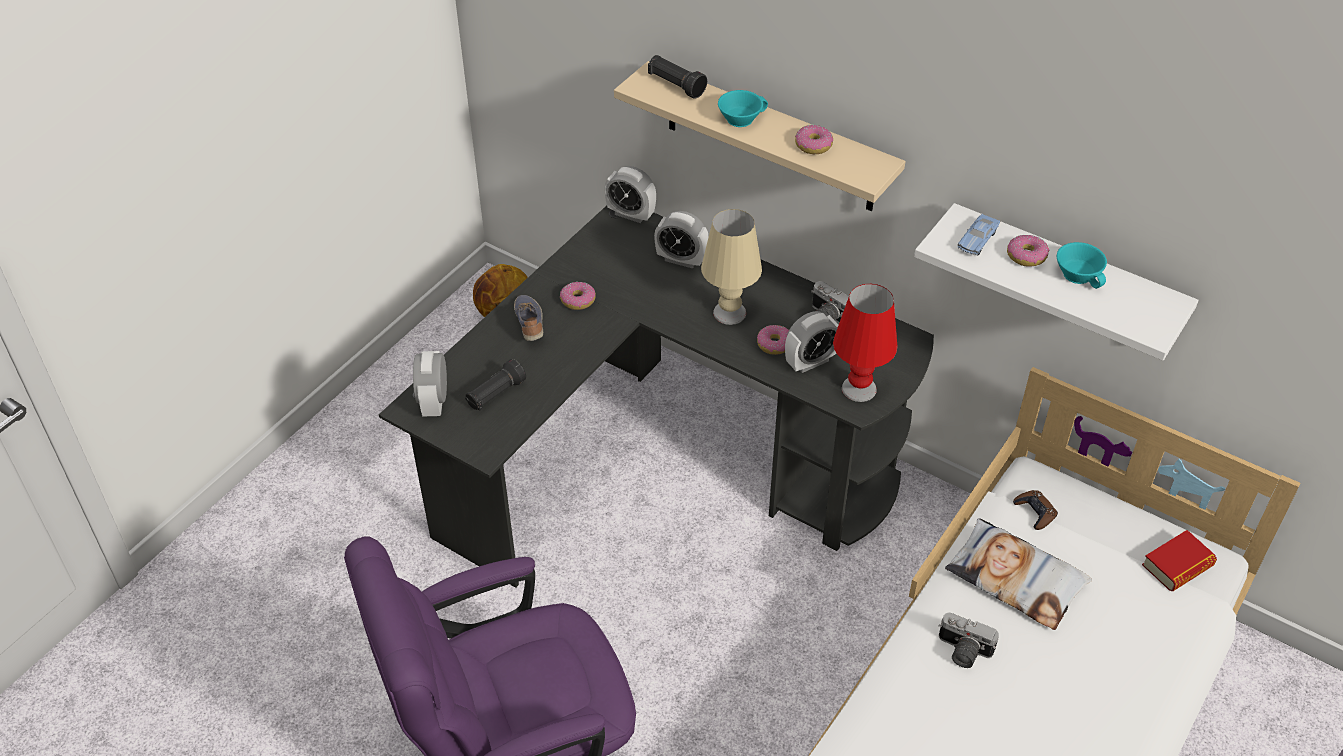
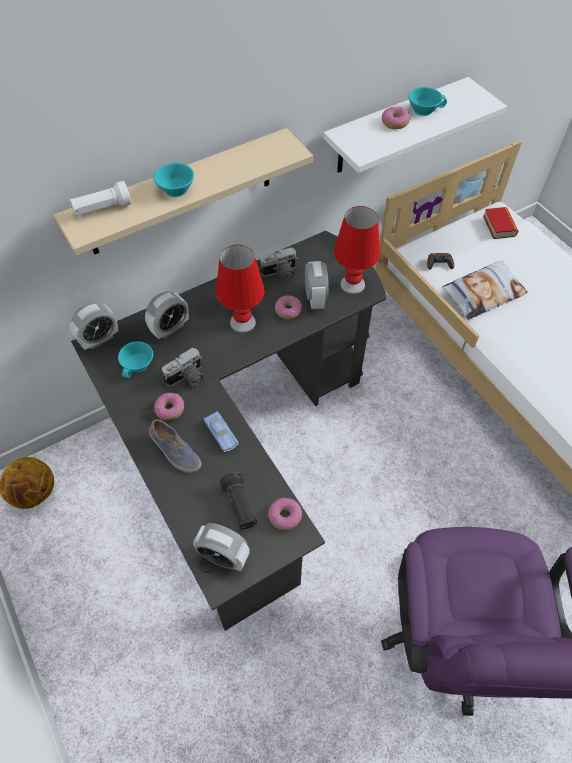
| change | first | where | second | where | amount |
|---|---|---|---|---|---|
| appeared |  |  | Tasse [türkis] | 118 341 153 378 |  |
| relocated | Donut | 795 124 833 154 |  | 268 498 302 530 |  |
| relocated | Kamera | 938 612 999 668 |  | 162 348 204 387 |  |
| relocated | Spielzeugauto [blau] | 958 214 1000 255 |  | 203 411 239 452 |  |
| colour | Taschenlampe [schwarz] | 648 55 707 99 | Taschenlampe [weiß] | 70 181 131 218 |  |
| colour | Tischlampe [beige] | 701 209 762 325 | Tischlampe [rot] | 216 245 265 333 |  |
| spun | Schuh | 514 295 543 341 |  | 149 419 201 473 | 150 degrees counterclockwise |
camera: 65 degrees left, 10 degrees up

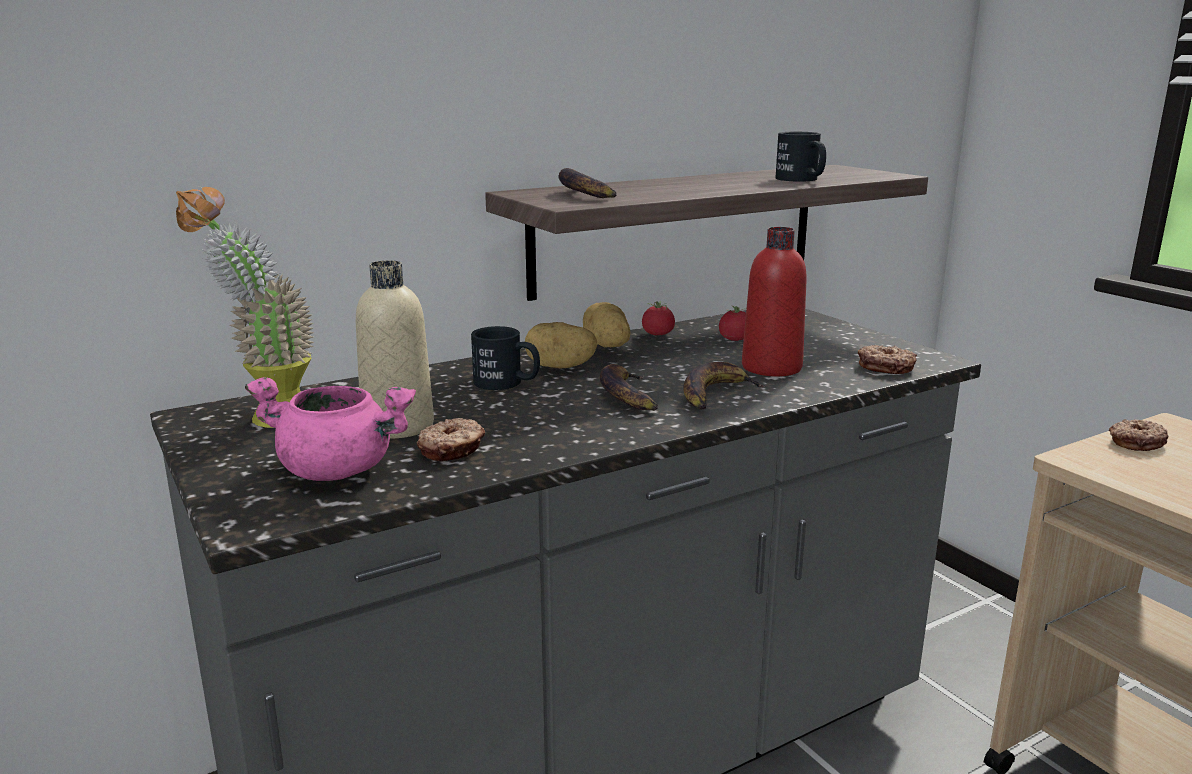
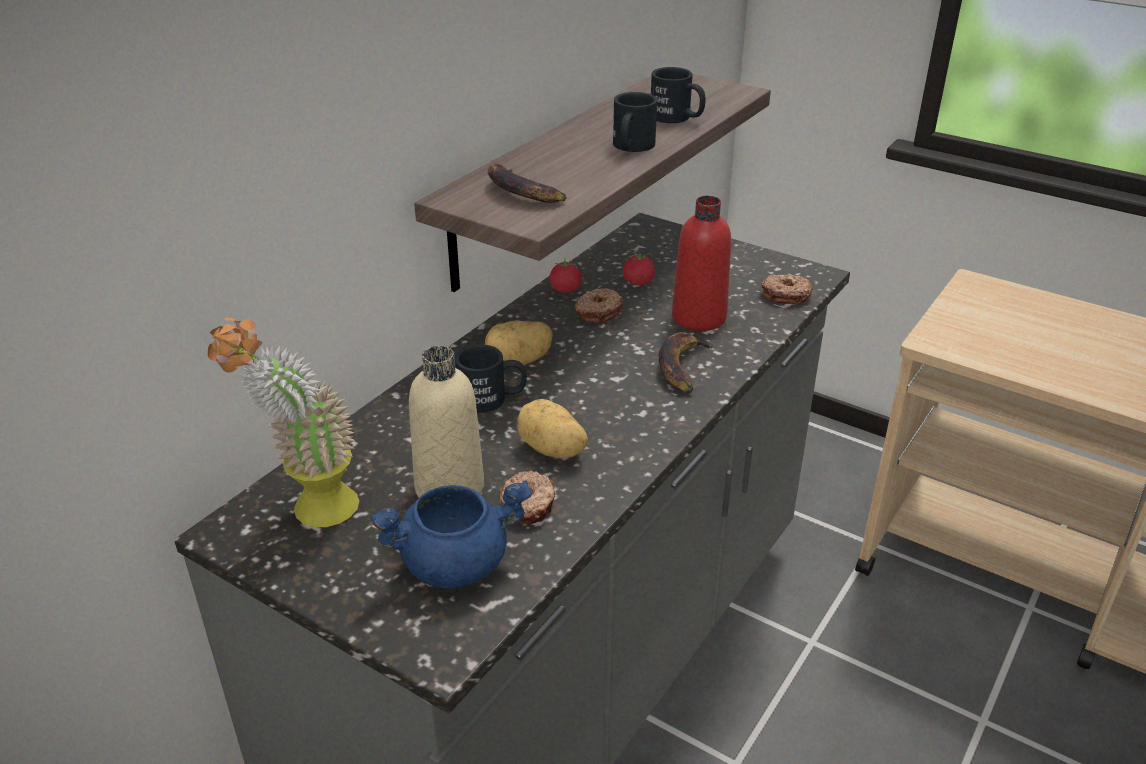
| change | first | where | second | where | amount |
|---|---|---|---|---|---|
| missing | Banane | 600 364 658 411 |  |  |  |
| appeared |  |  | Henkelbecher [schwarz] | 613 92 657 152 |  |
| relocated | Kartoffel | 583 302 631 348 |  | 517 399 588 458 |  |
| relocated | Donut | 1109 419 1168 451 |  | 575 288 623 323 |  |
| colour | Kochtopf [rosa] | 245 377 416 481 | Kochtopf [blau] | 370 480 533 589 |  |
camera: 25 degrees left, 15 degrees up

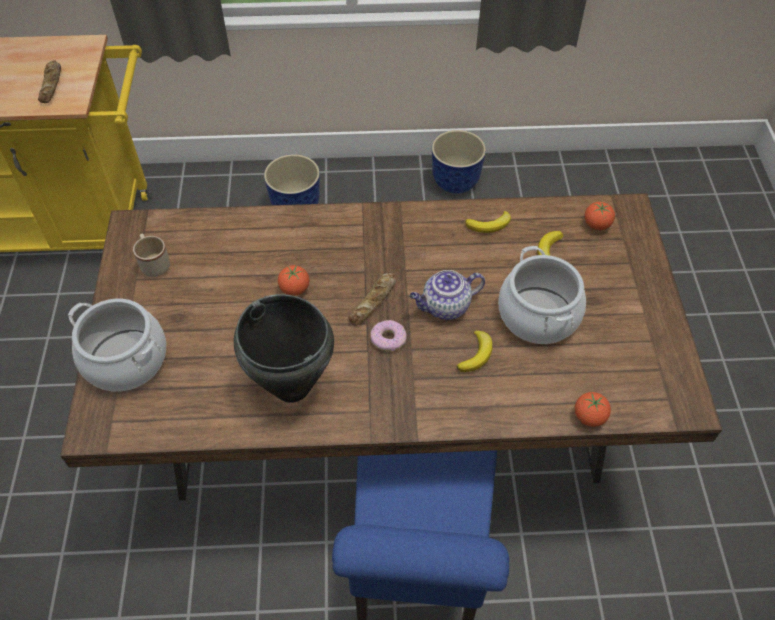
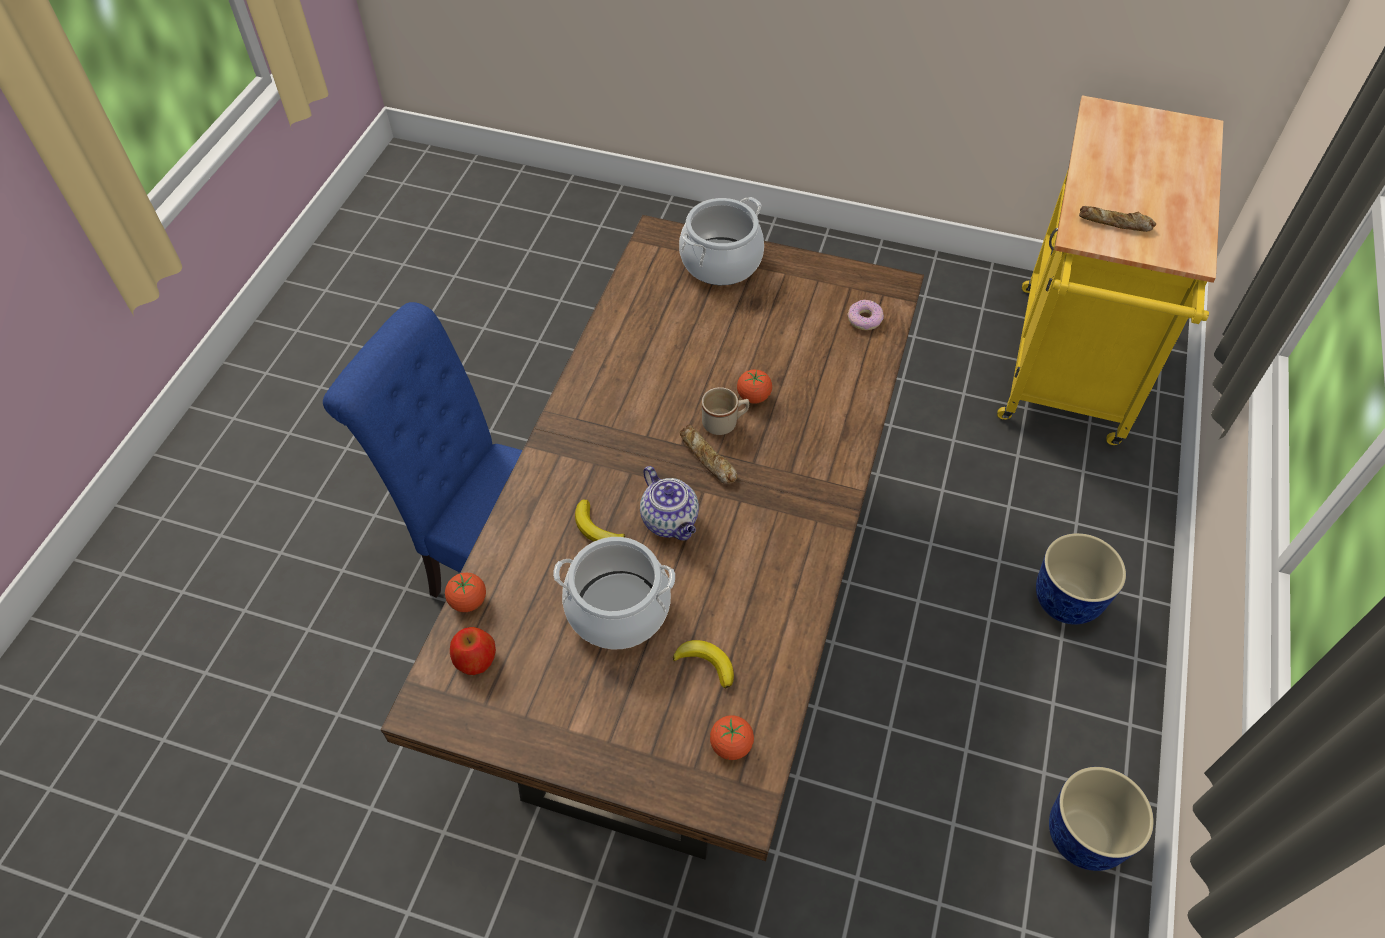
| change | first | where | second | where | amount |
|---|---|---|---|---|---|
| missing | Kochtopf [schwarz] | 234 294 334 403 |  |  |  |
| missing | Banane | 465 211 511 233 |  |  |  |
| appeared |  |  | Apfel | 450 627 496 675 |  |
| relocated | Henkelbecher [beige] | 133 234 170 277 |  | 702 387 749 435 |  |
| relocated | Donut | 370 320 406 352 |  | 847 300 884 330 |  |
| spun | Teekanne | 409 270 485 320 |  | 640 466 699 541 | 150 degrees clockwise |
camera: 110 degrees right, 0 degrees up

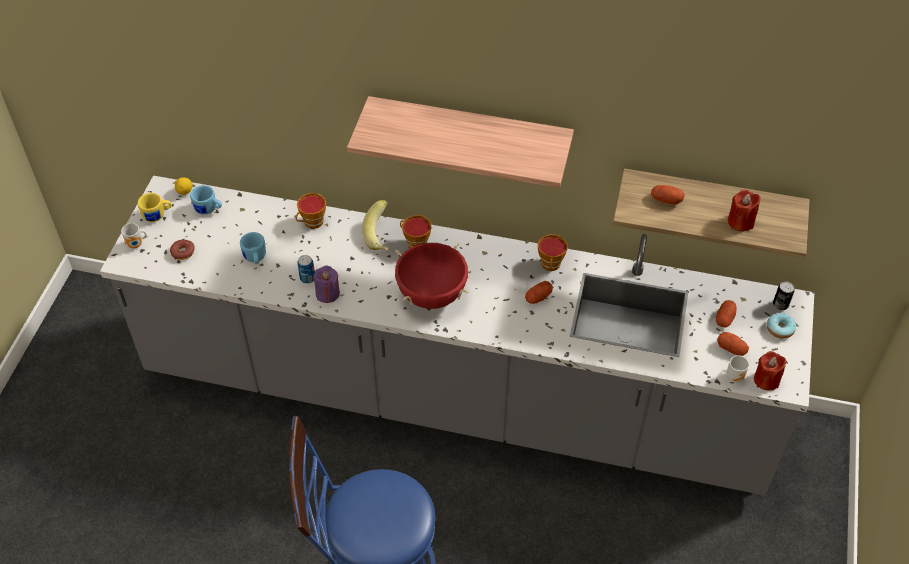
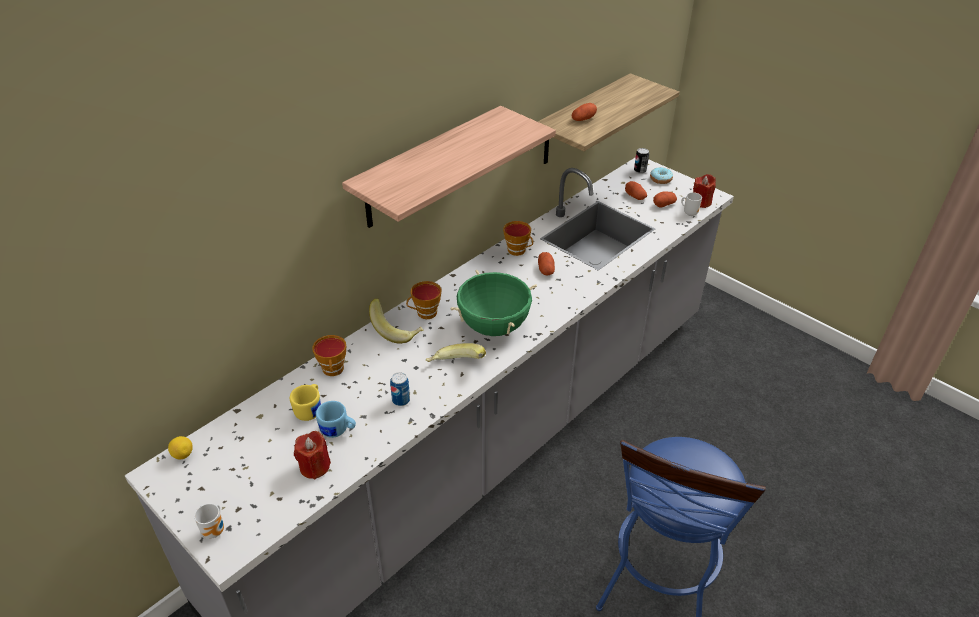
| change | first | where | second | where | amount |
|---|---|---|---|---|---|
| missing | Donut | 170 240 195 260 |  |  |  |
| missing | Henkelbecher [blau] | 190 185 222 215 |  |  |  |
| missing | Kerze [lila] | 313 266 340 303 |  |  |  |
| appeared |  |  | Banane | 426 343 486 362 |  |
| relocated | Henkelbecher [gelb] | 138 193 172 222 |  | 290 384 321 421 |  |
| relocated | Kerze [rot] | 728 190 761 231 |  | 294 431 331 480 |  |
| colour | Kochtopf [rot] | 395 243 469 309 | Kochtopf [grün] | 450 269 537 336 |  |
camera: 60 degrees left, 10 degrees down

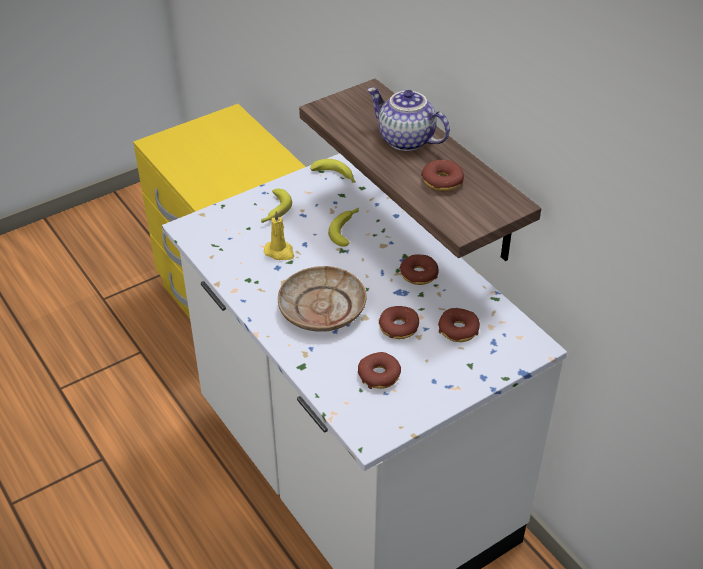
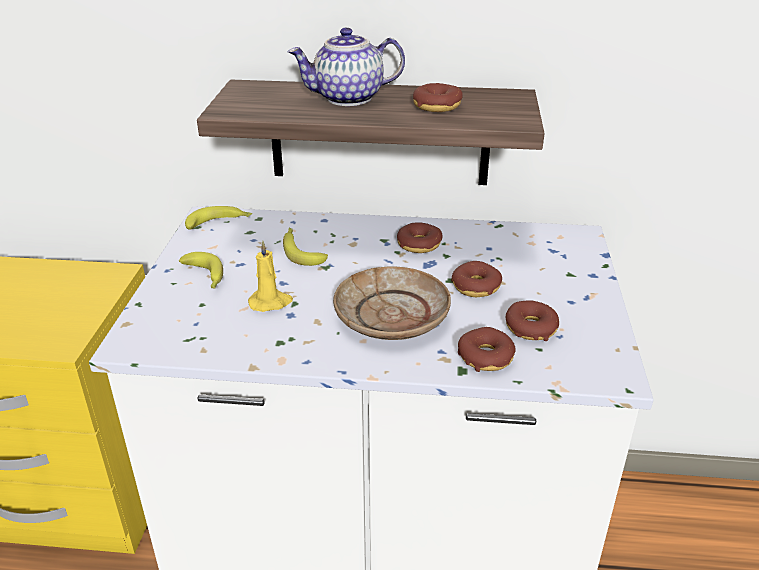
| change | first | where | second | where | amount |
|---|---|---|---|---|---|
| relocated | Donut | 438 308 480 342 |  | 458 327 516 372 |  |
camera: 50 degrees left, 10 degrees down

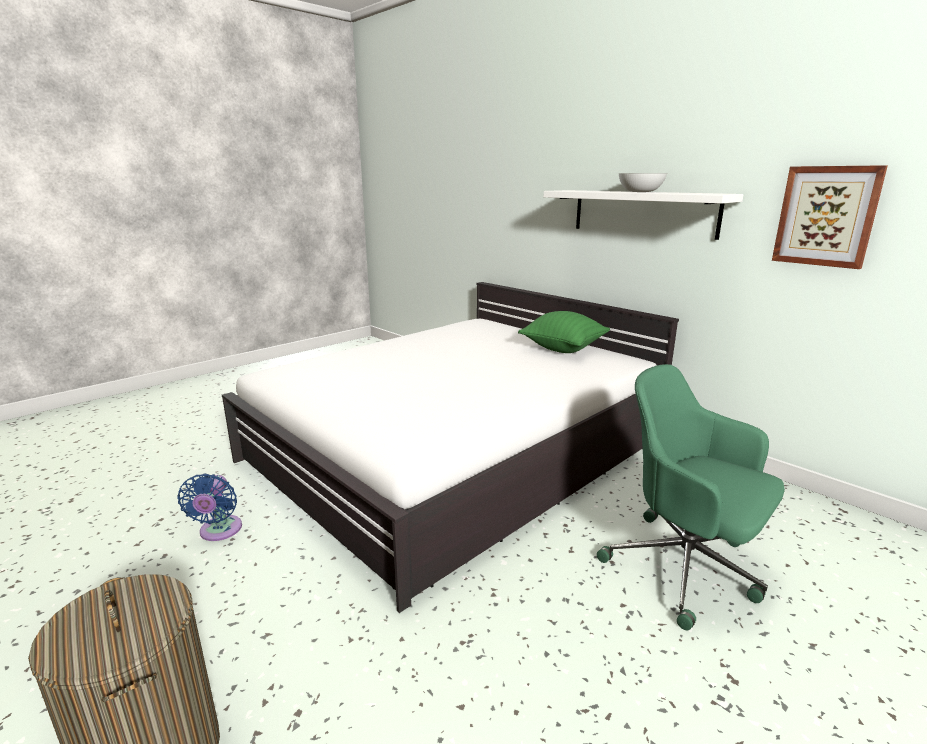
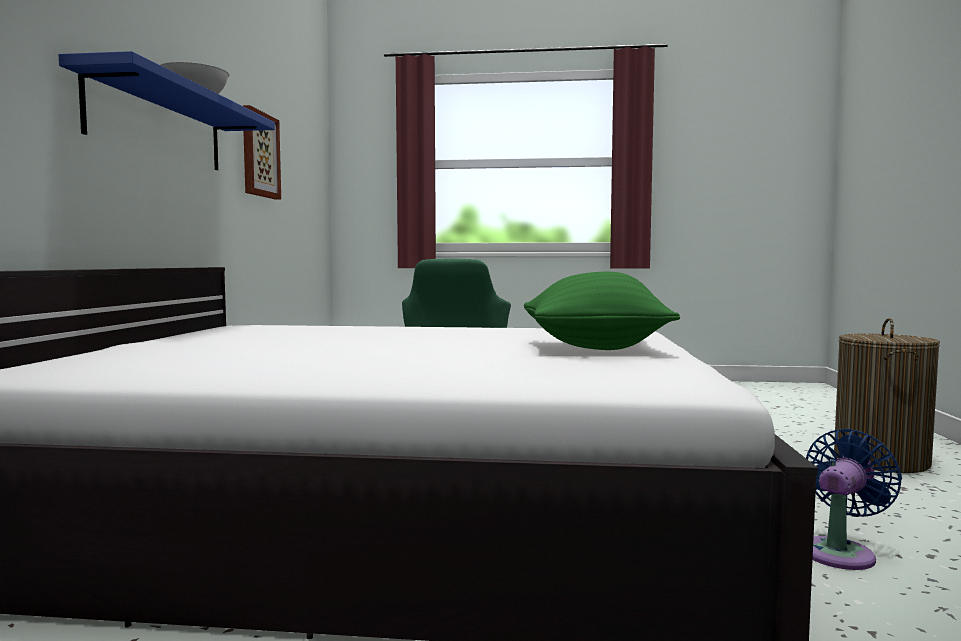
| change | first | where | second | where | amount |
|---|---|---|---|---|---|
| relocated | Kissen [grün] | 518 311 610 353 |  | 524 272 680 350 |  |
| colour | Wandregal [weiß] | 543 190 744 240 | Wandregal [blau] | 59 51 275 170 |  |
camera: 130 degrees left, 15 degrees down

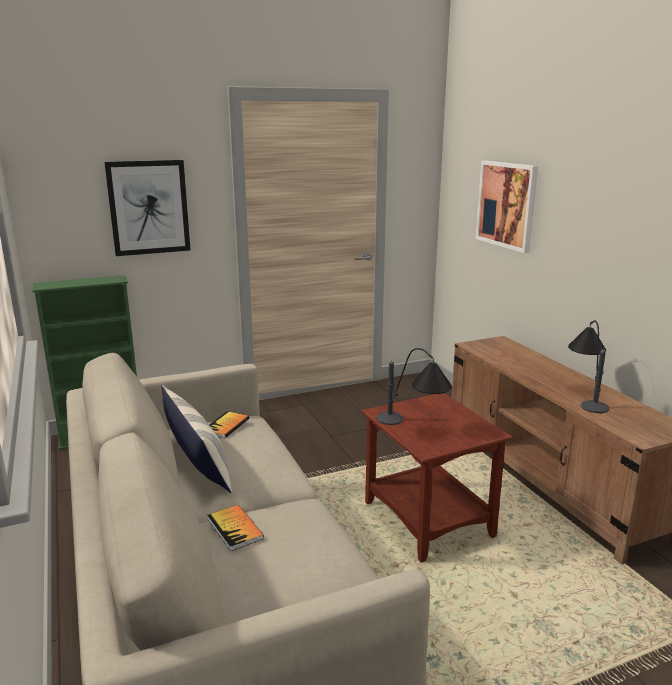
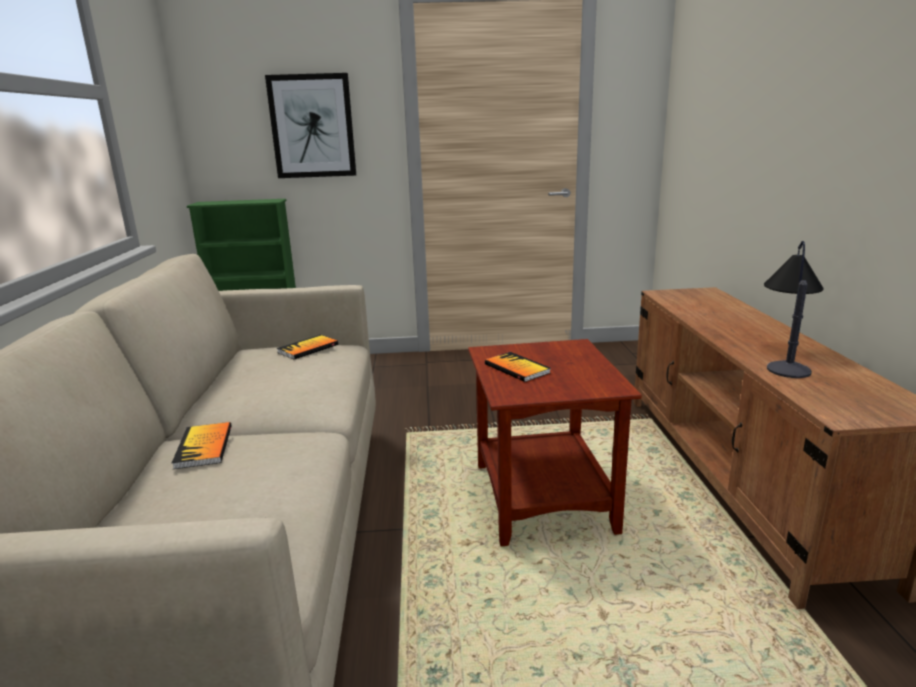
| change | first | where | second | where | amount |
|---|---|---|---|---|---|
| missing | Kissen | 161 385 232 493 |  |  |  |
| missing | Bild | 476 161 538 253 |  |  |  |
| exchanged | Tischlampe | 376 348 452 425 | Buch | 485 352 551 382 |  |
camera: 20 degrees right, 0 degrees up

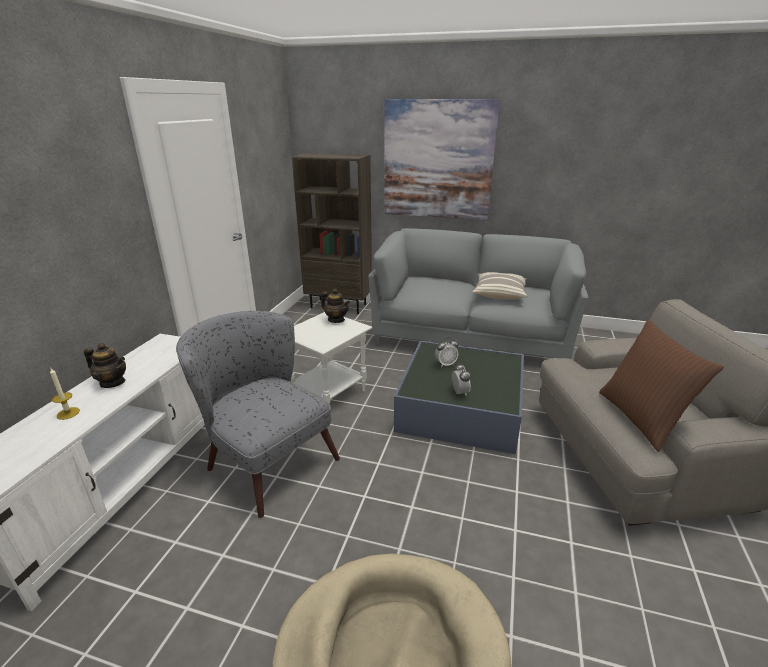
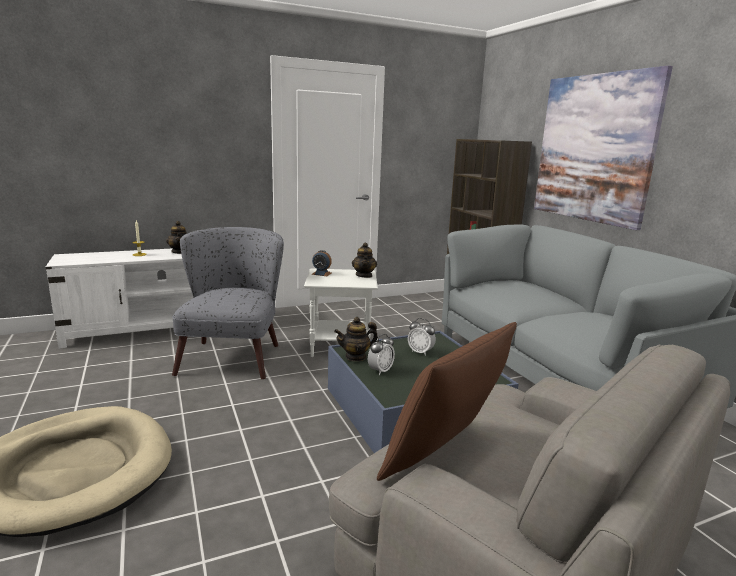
| change | first | where | second | where | amount |
|---|---|---|---|---|---|
| missing | Kissen | 472 272 527 300 |  |  |  |
| appeared |  |  | Wecker | 312 250 332 276 |  |
| appeared |  |  | Teekanne | 334 317 379 361 |  |
camera: 50 degrees right, 10 degrees down

